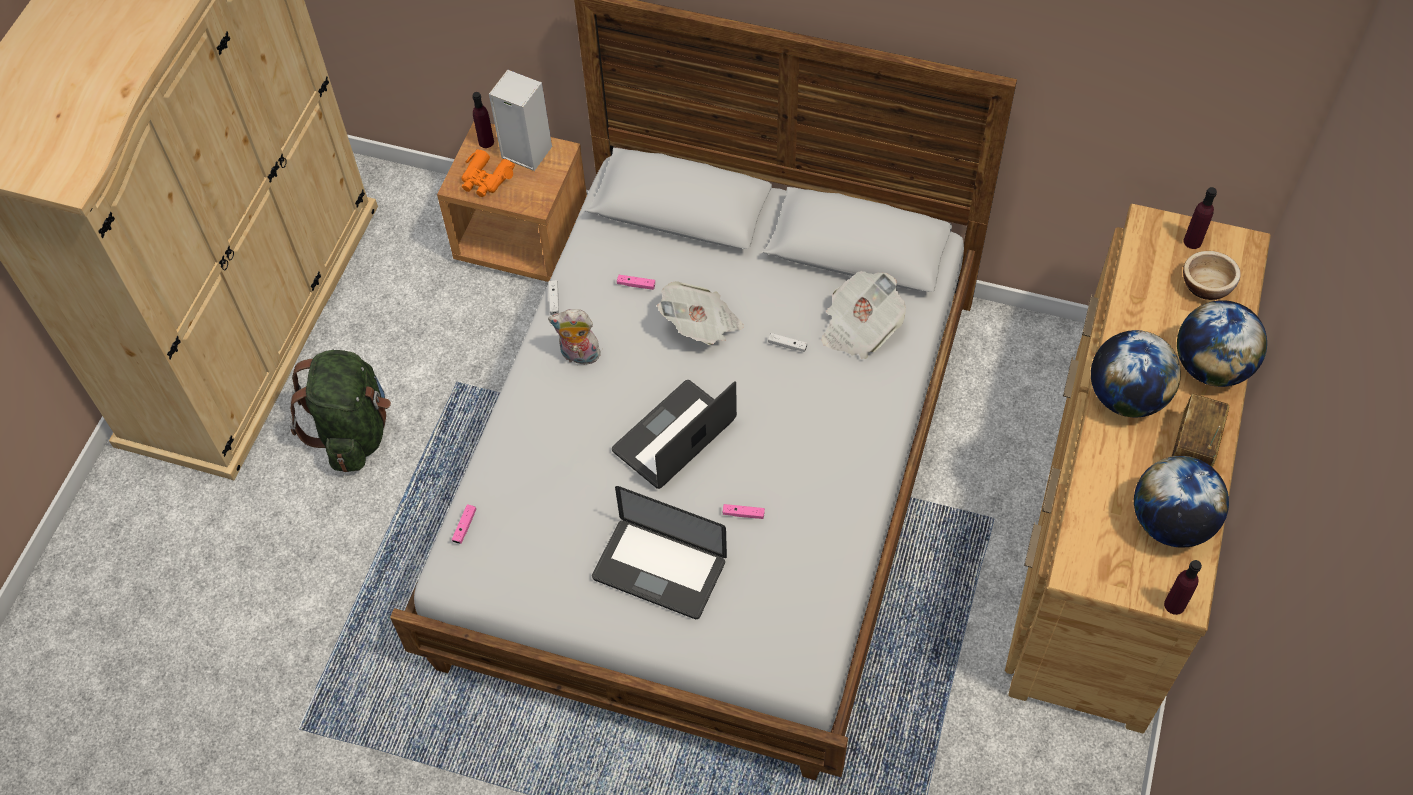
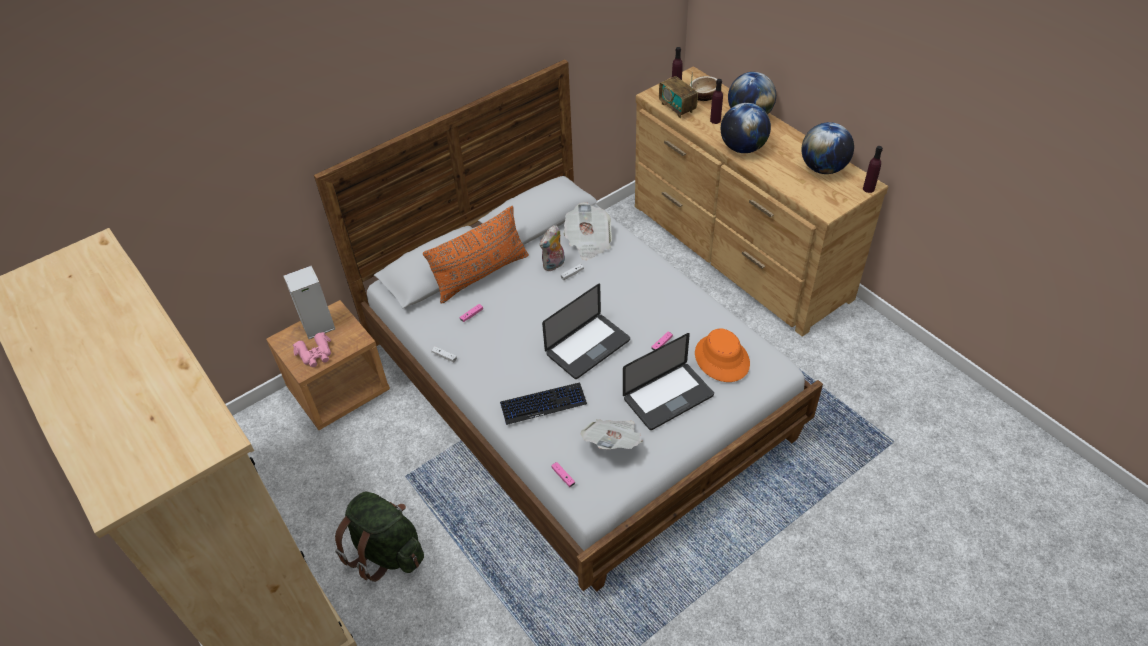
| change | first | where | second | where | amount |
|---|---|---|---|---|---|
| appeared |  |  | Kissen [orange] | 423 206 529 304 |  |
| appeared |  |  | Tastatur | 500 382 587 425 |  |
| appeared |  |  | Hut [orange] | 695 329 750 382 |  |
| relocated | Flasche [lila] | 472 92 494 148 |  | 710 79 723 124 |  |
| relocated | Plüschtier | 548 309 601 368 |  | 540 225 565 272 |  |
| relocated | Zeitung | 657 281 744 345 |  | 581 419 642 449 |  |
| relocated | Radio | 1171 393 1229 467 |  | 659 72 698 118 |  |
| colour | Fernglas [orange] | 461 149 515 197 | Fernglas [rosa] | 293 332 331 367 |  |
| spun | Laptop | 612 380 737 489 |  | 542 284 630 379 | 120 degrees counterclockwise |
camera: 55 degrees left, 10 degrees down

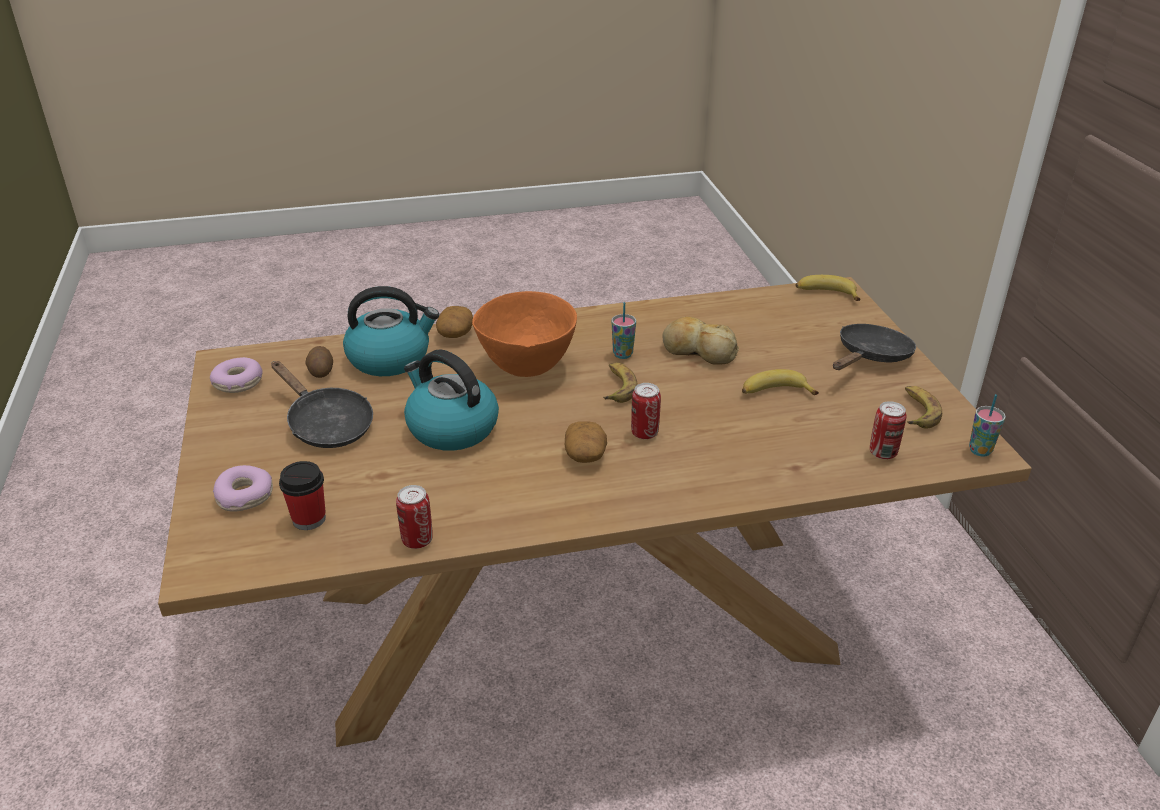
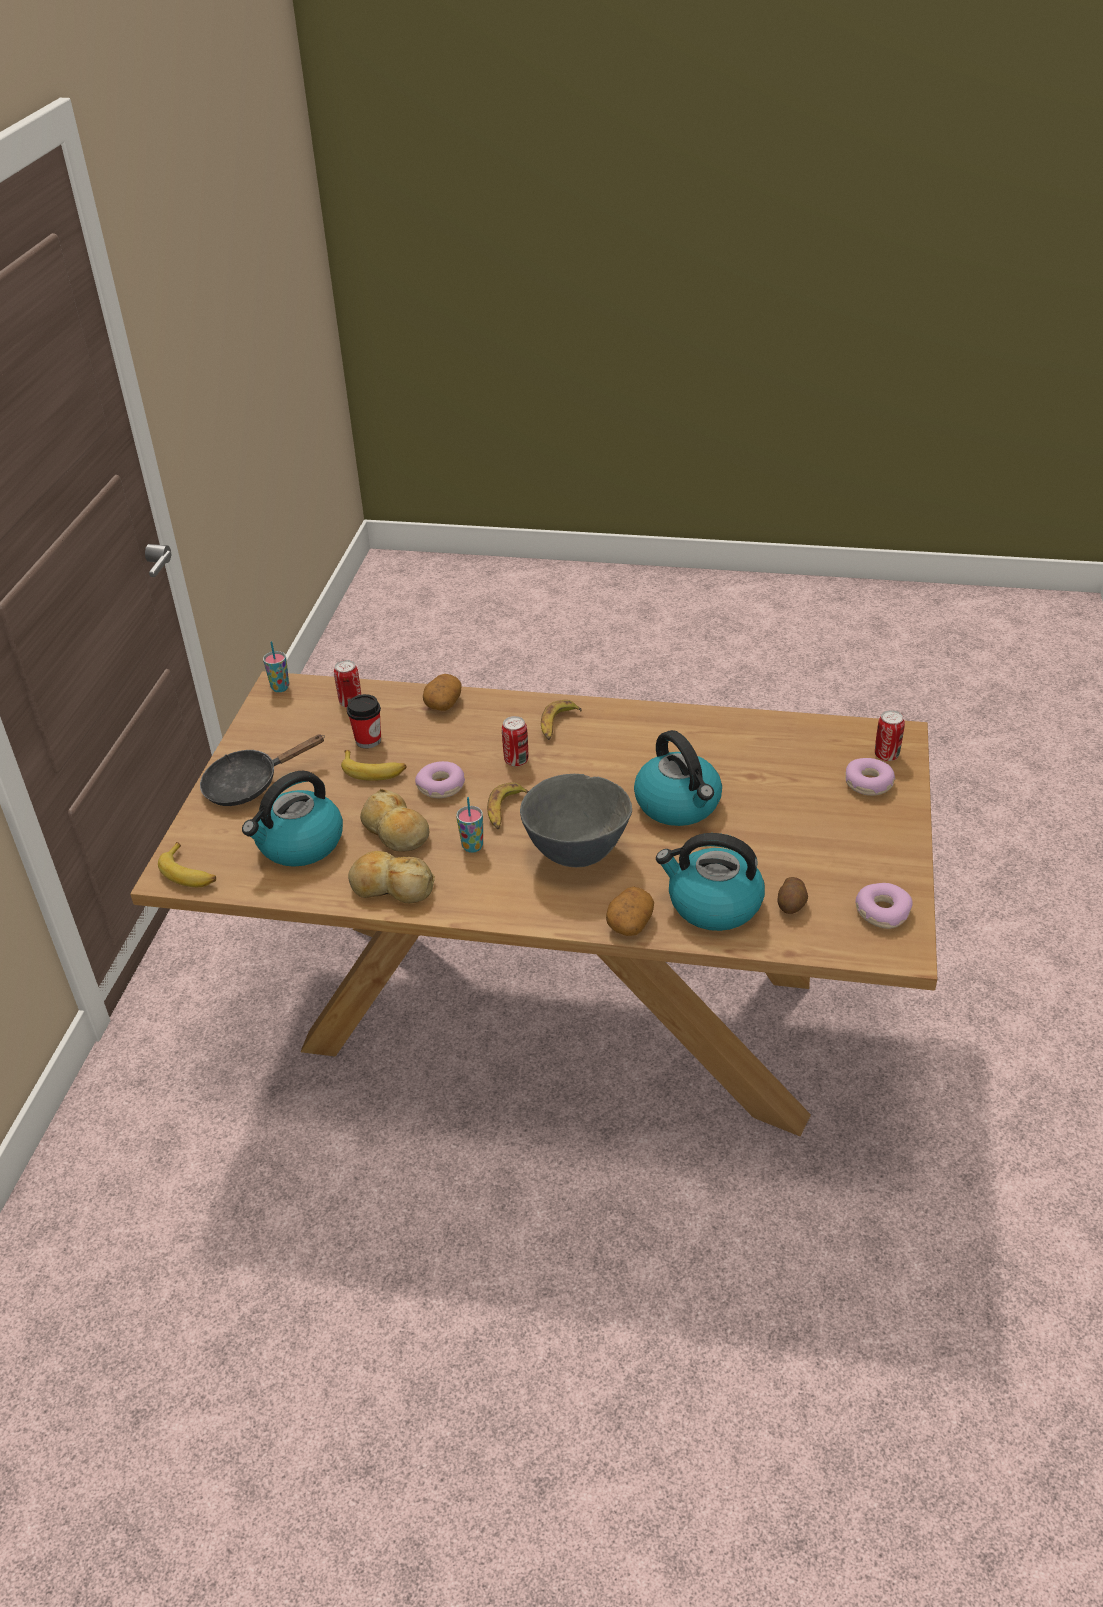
| change | first | where | second | where | amount |
|---|---|---|---|---|---|
| missing | Pfanne [schwarz] | 271 361 373 448 |  |  |  |
| appeared |  |  | Wasserkessel | 242 771 343 867 |  |
| appeared |  |  | Brot | 348 851 435 903 |  |
| appeared |  |  | Donut | 415 761 465 798 |  |
| relocated | Tasse | 279 461 326 530 |  | 347 694 381 748 |  |
| relocated | Dose | 396 485 433 549 |  | 875 710 905 761 |  |
| relocated | Kartoffel | 565 421 607 463 |  | 423 674 462 711 |  |
| relocated | Banane | 905 386 942 428 |  | 541 700 582 740 |  |
| colour | Schüssel [orange] | 472 291 577 377 | Schüssel [grau] | 520 774 632 867 |  |
camera: 155 degrees left, 5 degrees up

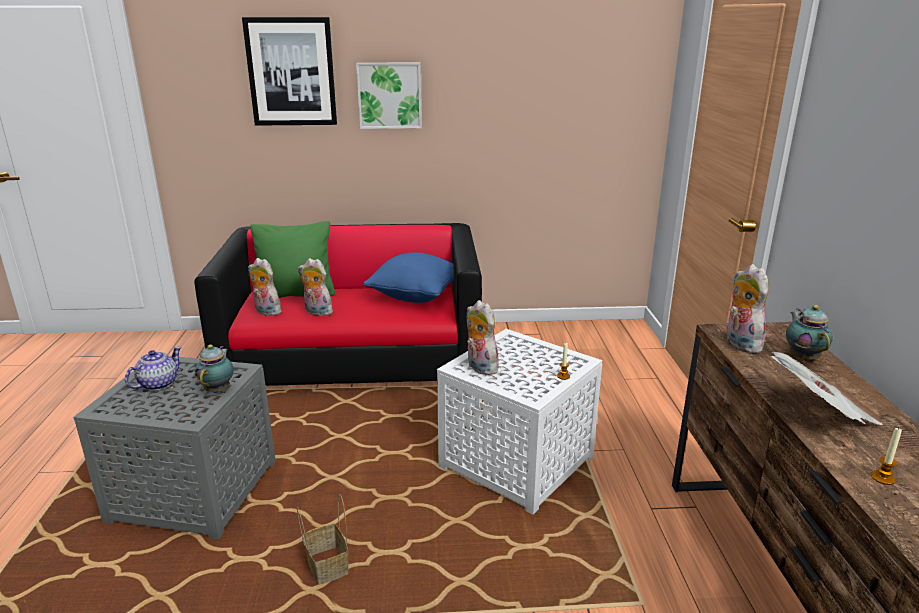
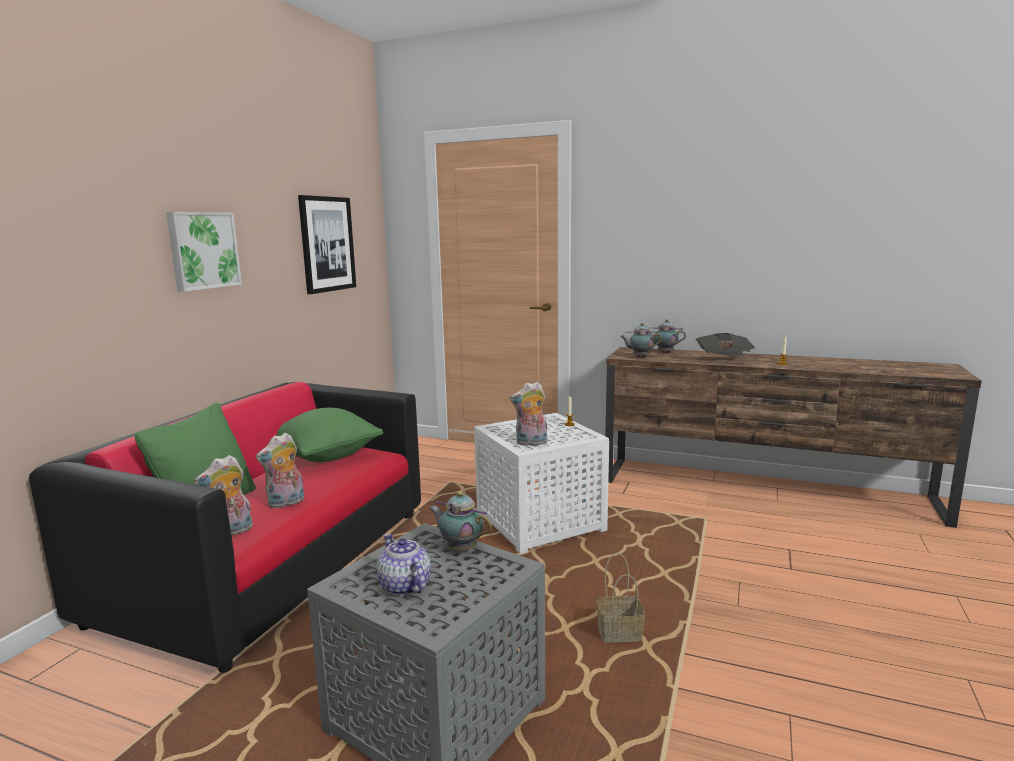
| change | first | where | second | where | amount |
|---|---|---|---|---|---|
| relocated | Bild | 242 17 337 126 |  | 298 195 356 294 |  |
| exchanged | Plüschtier | 727 264 769 353 | Teekanne | 620 323 662 357 |  |
| colour | Kissen [blau] | 363 252 454 303 | Kissen [grün] | 277 408 383 462 |  |
camera: 65 degrees left, 10 degrees down

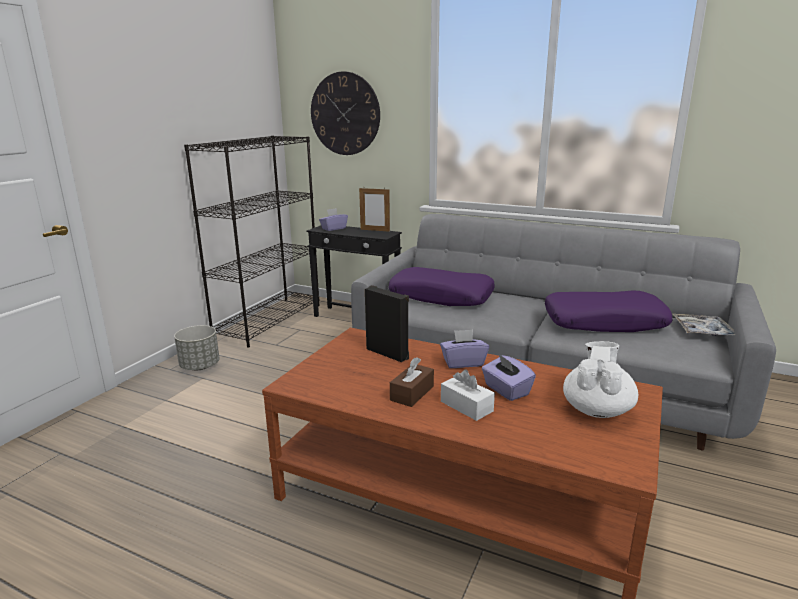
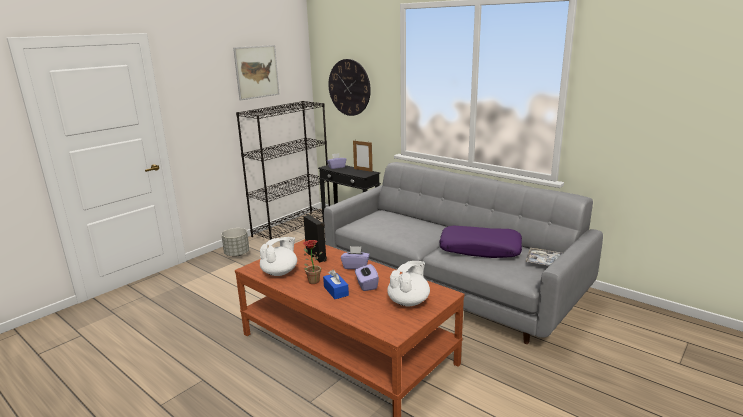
| change | first | where | second | where | amount |
|---|---|---|---|---|---|
| missing | Kissen [lila] | 389 267 495 306 |  |  |  |
| appeared |  |  | Bild | 233 45 280 101 |  |
| appeared |  |  | Teekanne [weiß] | 260 237 297 276 |  |
| exchanged | Taschentuchbox [braun] | 390 357 434 407 | Topfpflanze | 303 240 322 284 |  |
| colour | Taschentuchbox [weiß] | 441 370 495 421 | Taschentuchbox [blau] | 323 270 349 299 |  |
camera: 15 degrees right, 0 degrees up

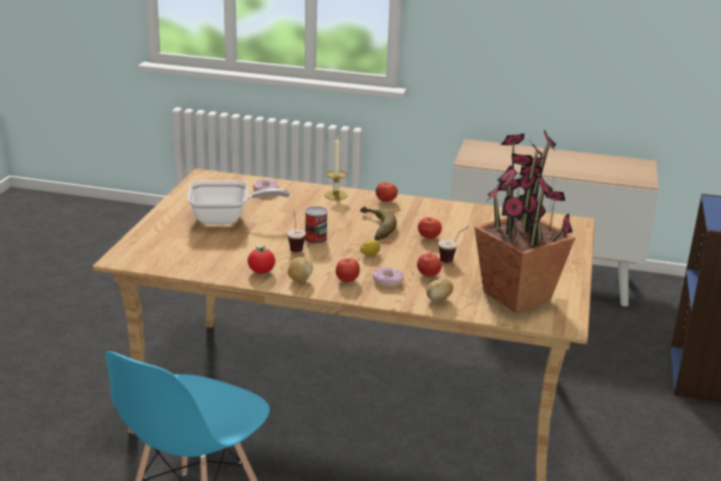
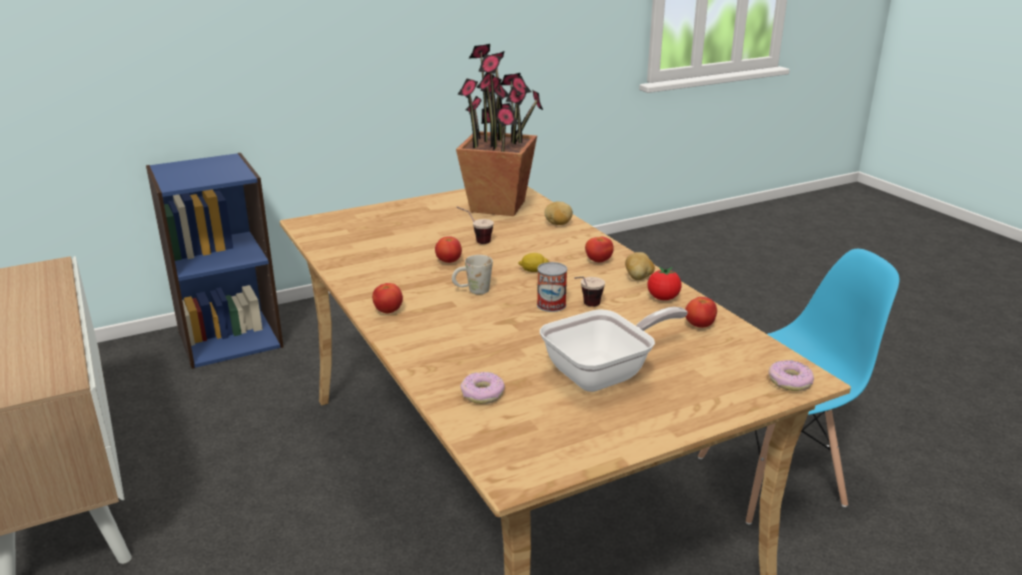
| change | first | where | second | where | amount |
|---|---|---|---|---|---|
| missing | Kerze | 325 136 347 200 |  |  |  |
| relocated | Donut | 373 268 404 288 |  | 768 360 814 391 |  |
| relocated | Tomate | 417 253 442 277 |  | 685 297 717 328 |  |
| exchanged | Banane | 360 206 397 240 | Henkelbecher [weiß] | 452 255 493 294 |  |
| spun | Pfanne | 188 181 290 224 |  | 540 307 688 392 | 105 degrees clockwise |
camera: 130 degrees left, 0 degrees up

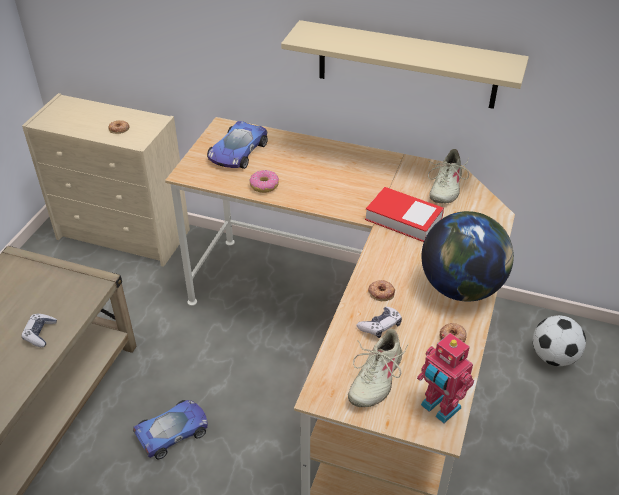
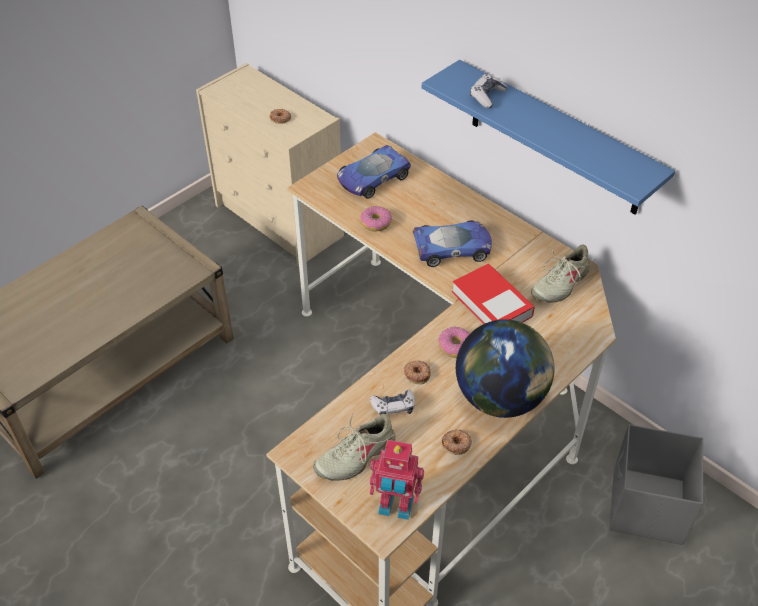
| change | first | where | second | where | amount |
|---|---|---|---|---|---|
| appeared |  |  | Donut | 438 327 470 358 |  |
| relocated | Gamepad | 22 313 57 347 |  | 470 74 507 108 |  |
| relocated | Spielzeugauto | 133 400 208 459 |  | 412 220 492 267 |  |
| exchanged | Fußball | 533 315 586 366 | Aufbewahrungsbox [grau] | 609 424 703 545 |  |
| colour | Wandregal [beige] | 281 20 529 109 | Wandregal [blau] | 422 60 675 215 |  |
| spun | Spielzeugroboter | 417 333 474 423 |  | 370 440 424 520 | 60 degrees counterclockwise |
camera: 25 degrees right, 5 degrees up

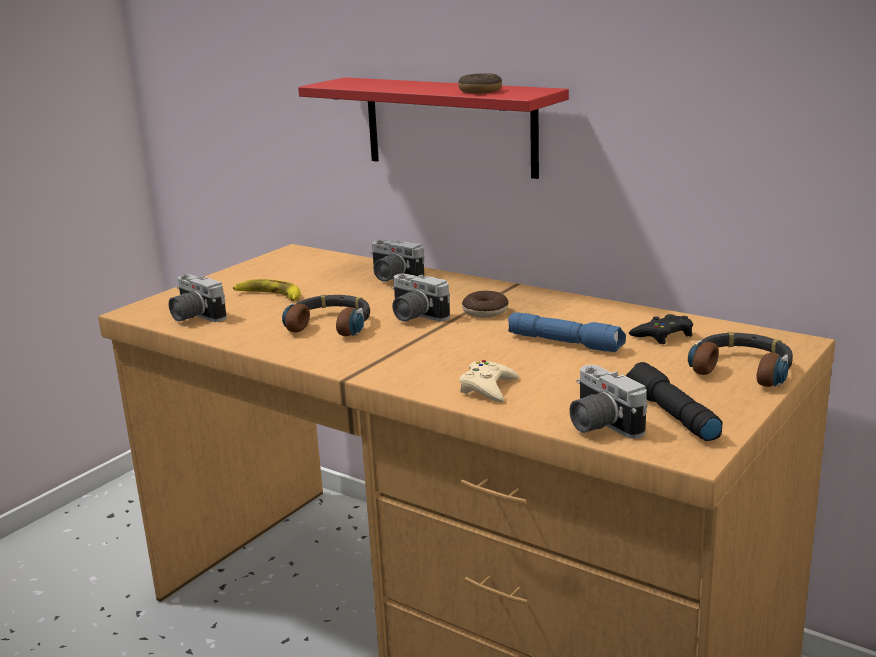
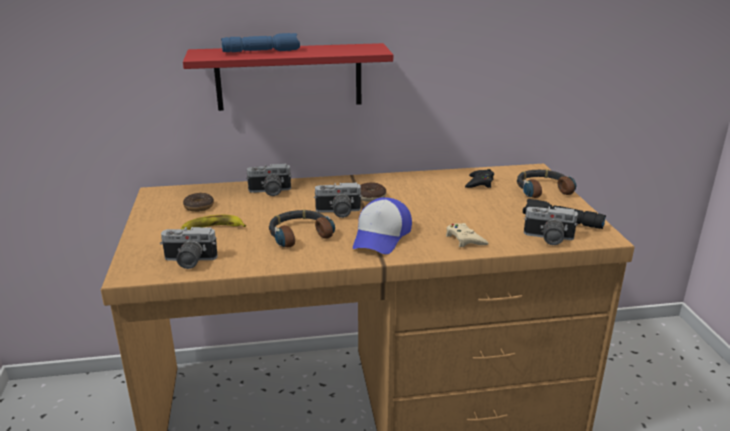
| change | first | where | second | where | amount |
|---|---|---|---|---|---|
| appeared |  |  | Kappe | 353 197 412 254 |  |
| relocated | Donut | 458 73 502 93 |  | 183 193 214 212 |  |
| relocated | Taschenlampe [blau] | 508 312 626 352 |  | 221 33 300 52 |  |
camera: 45 degrees left, 5 degrees up

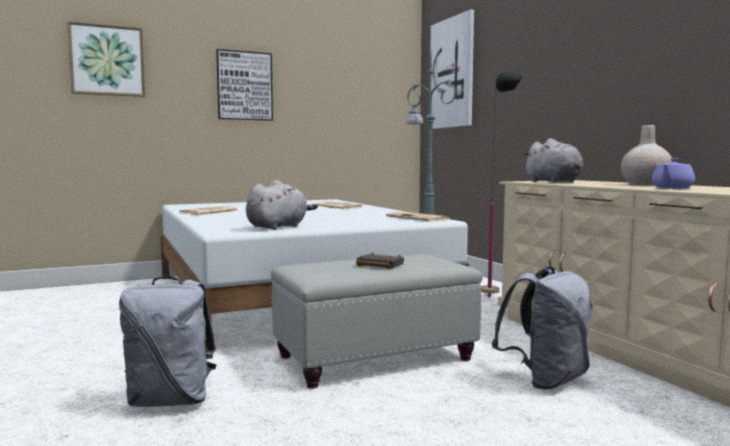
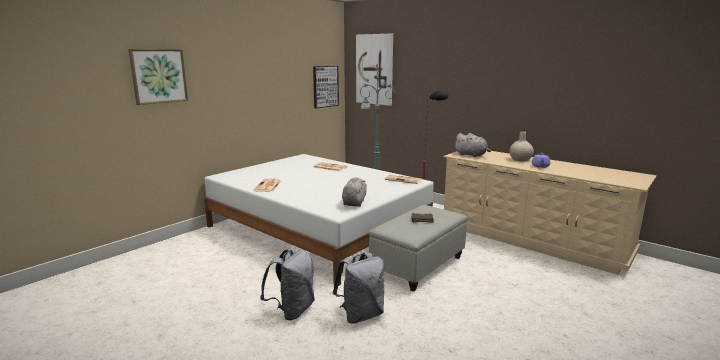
| change | first | where | second | where | amount |
|---|---|---|---|---|---|
| relocated | Bild | 216 49 273 121 |  | 313 66 339 108 |  |
| relocated | Rucksack [grau] | 492 266 593 390 |  | 260 248 315 320 |  |
camera: 25 degrees left, 10 degrees up

